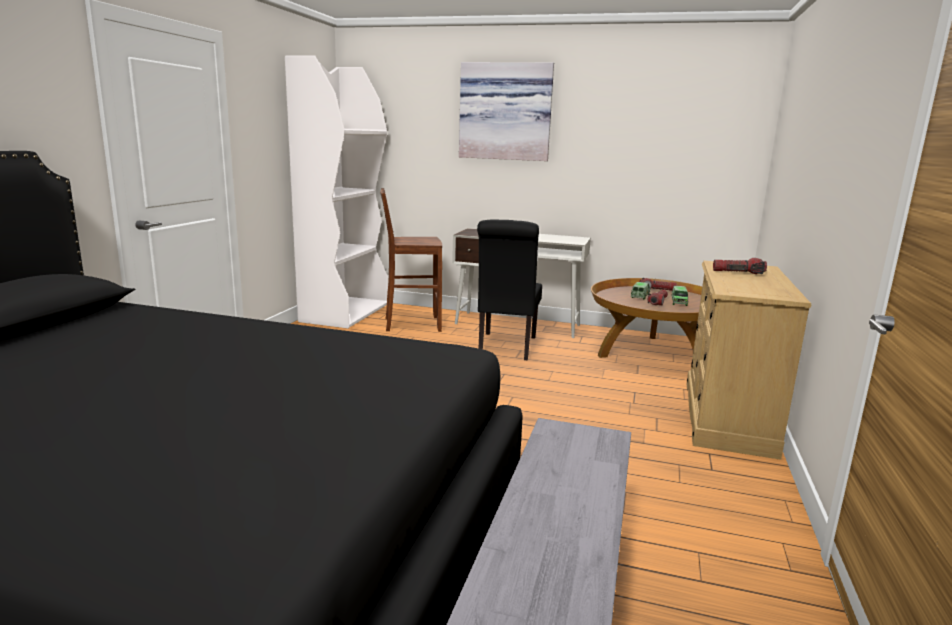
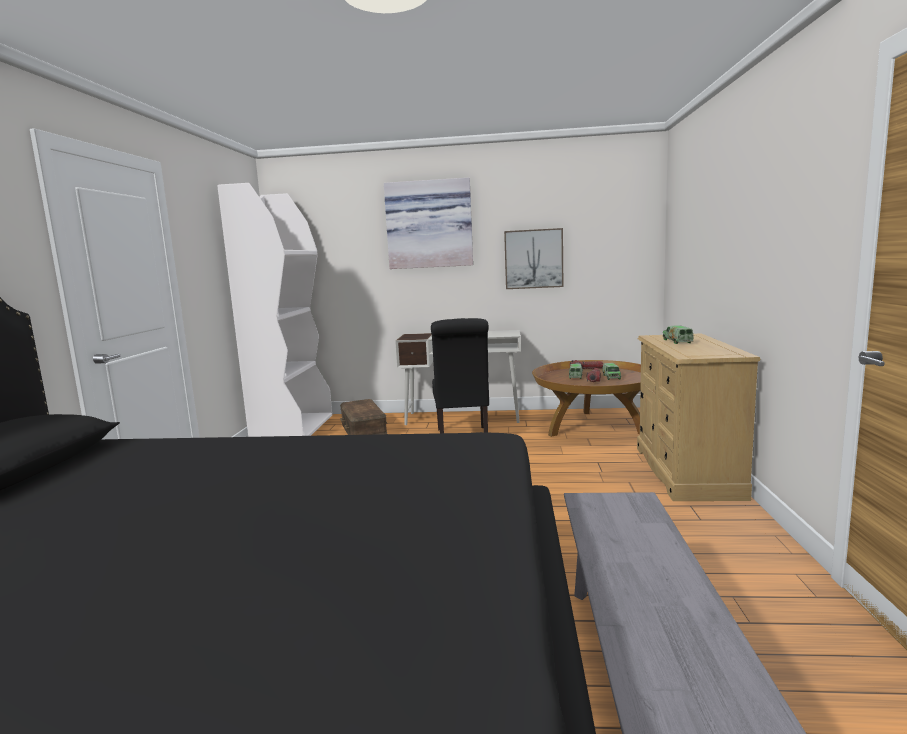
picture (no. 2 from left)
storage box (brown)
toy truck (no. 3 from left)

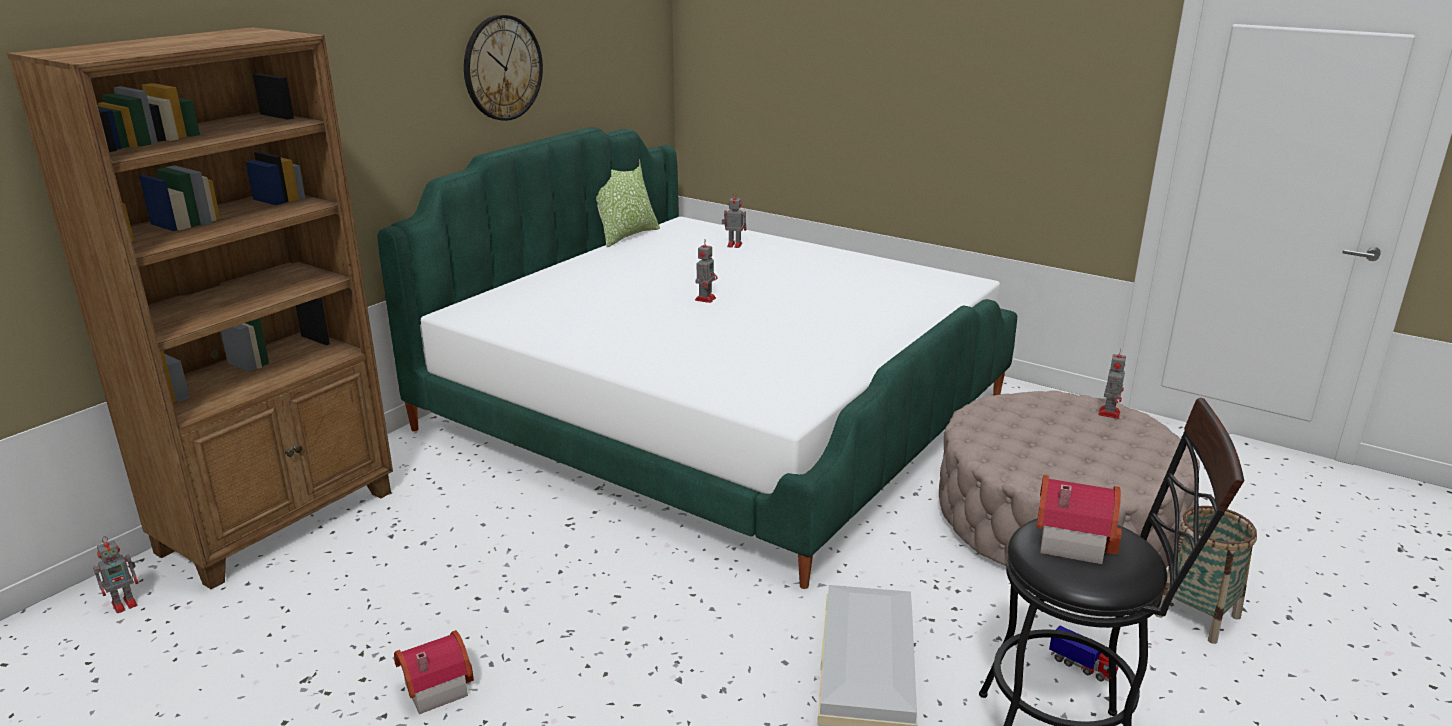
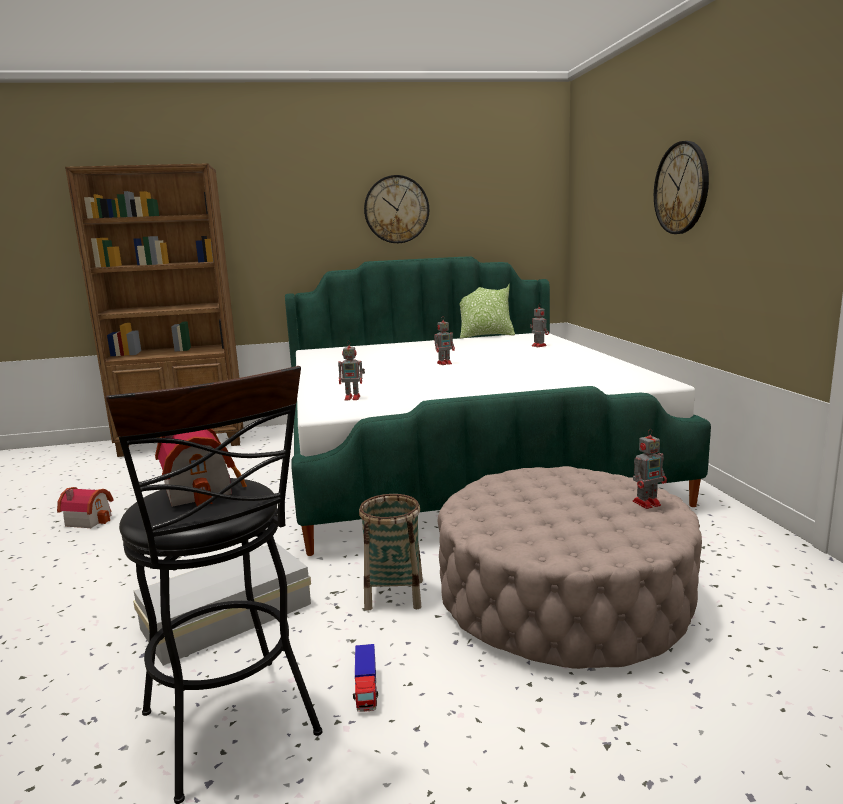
wall clock (no. 2 from left)
toy robot (no. 1 from left)
basket

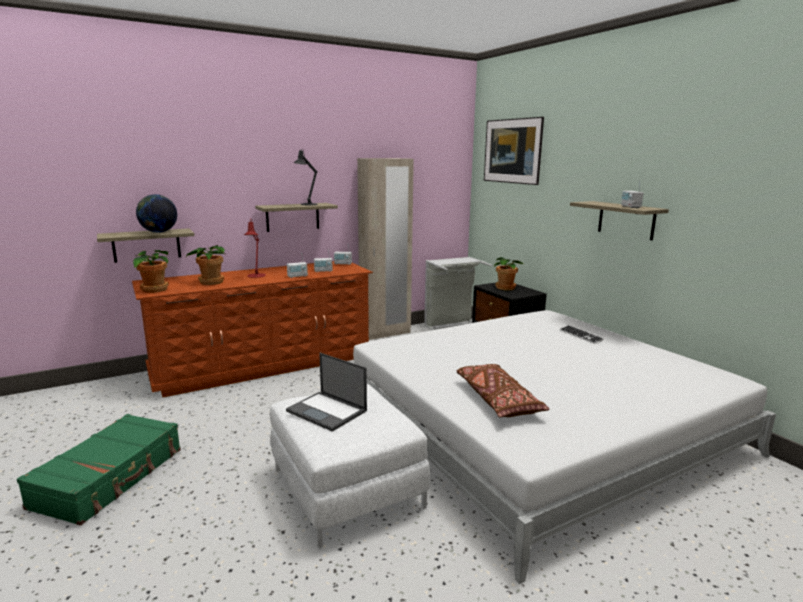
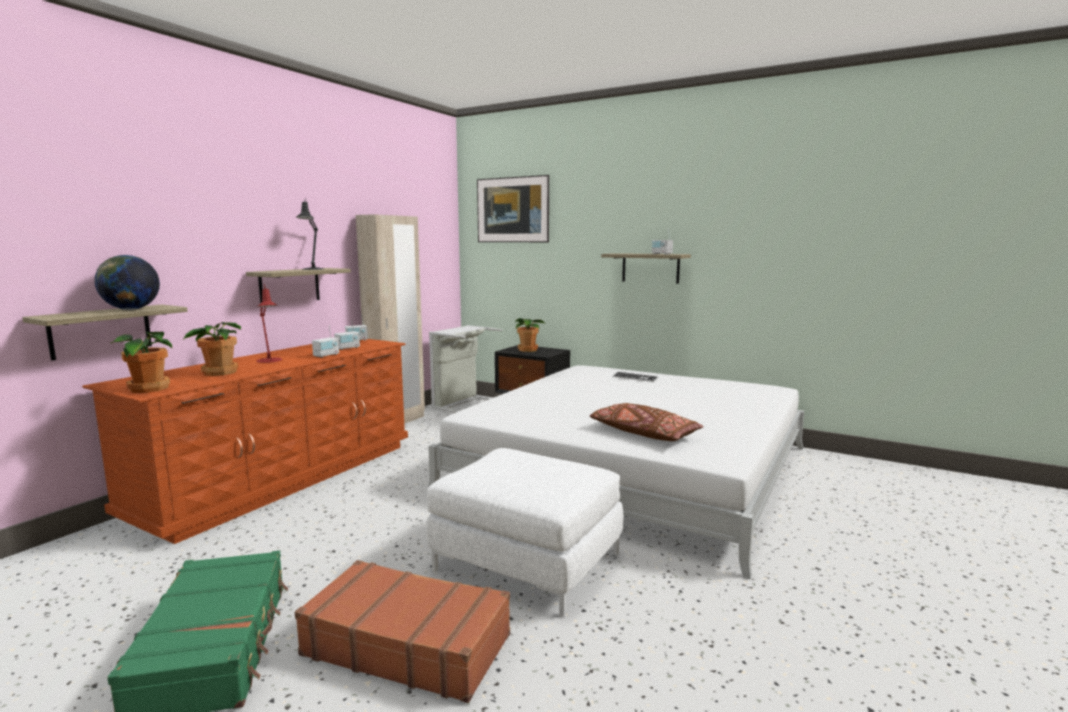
laptop
suitcase (brown)

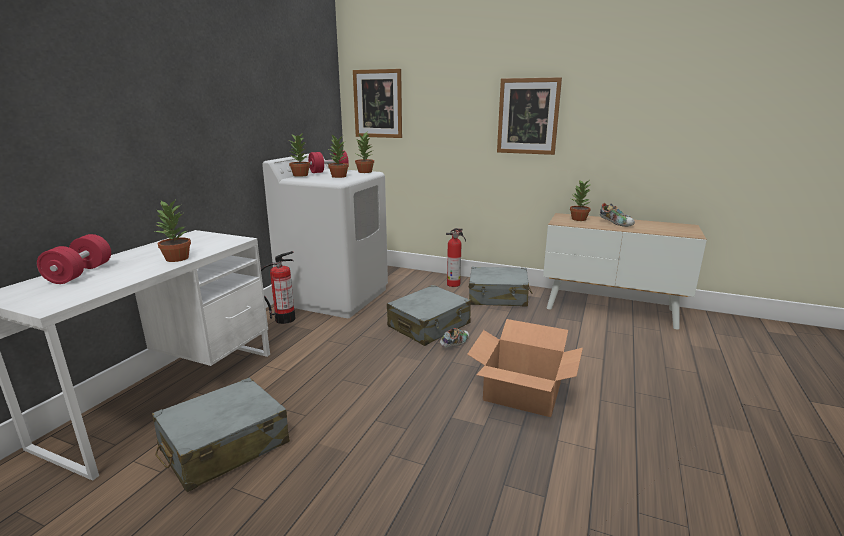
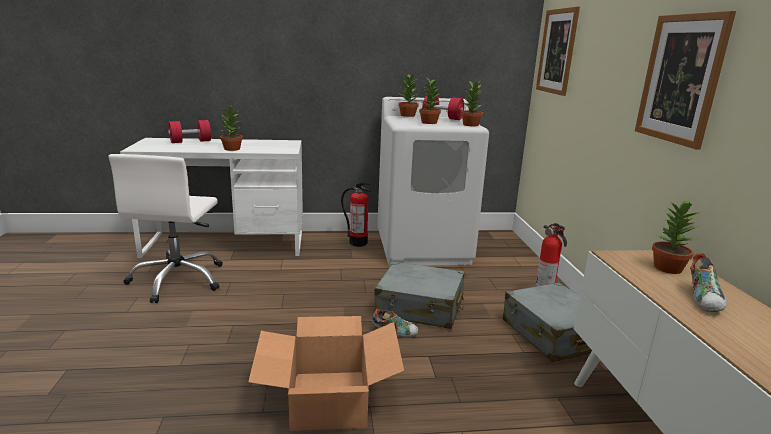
office chair (white)

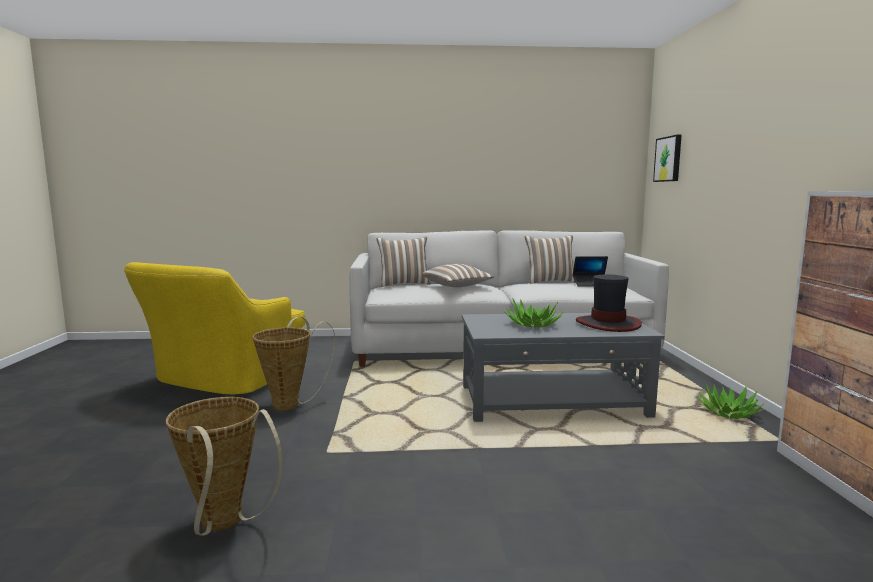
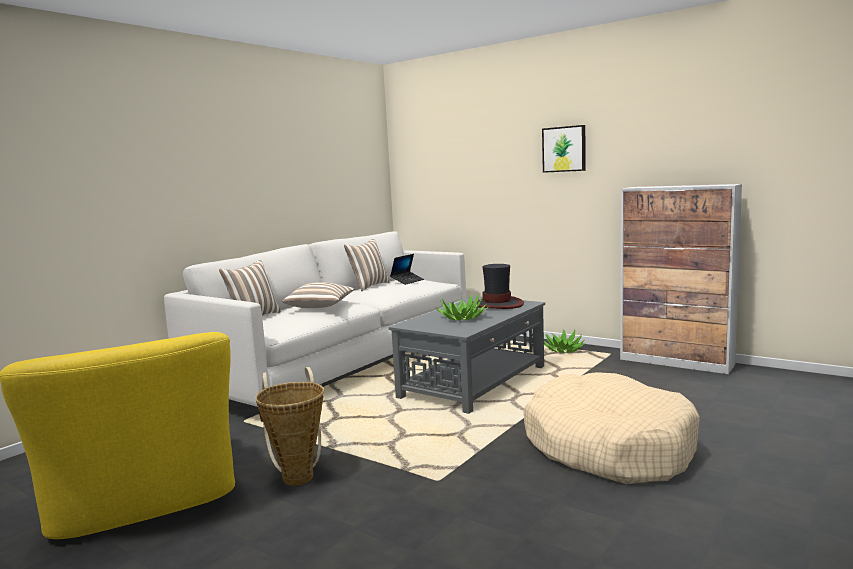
basket (no. 1 from left in the first image)
dog bed (beige)
picture

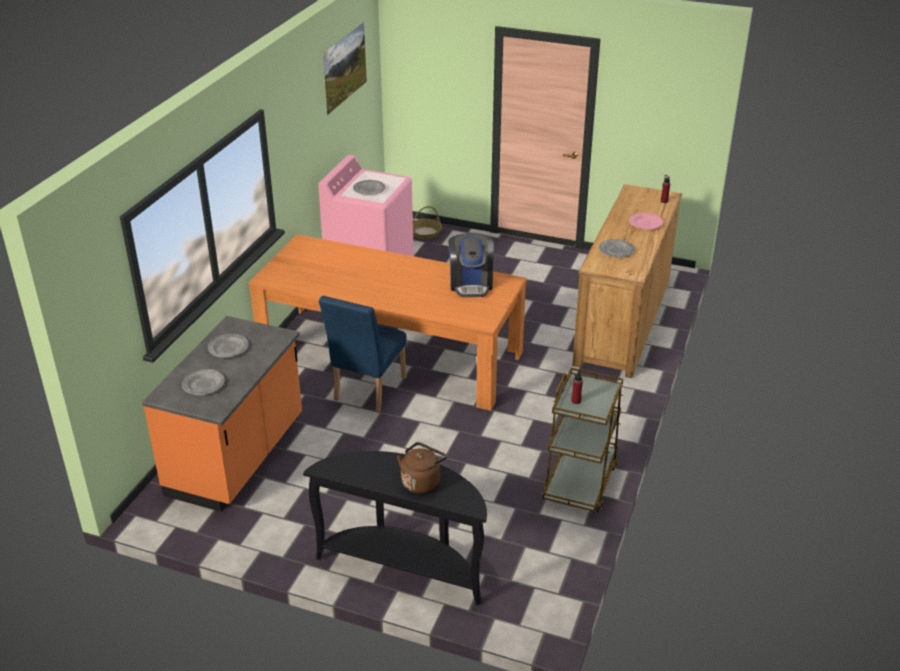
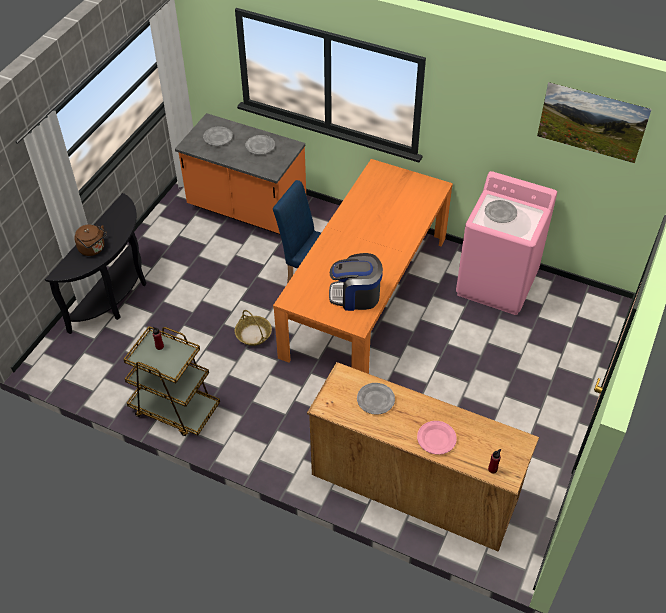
basket

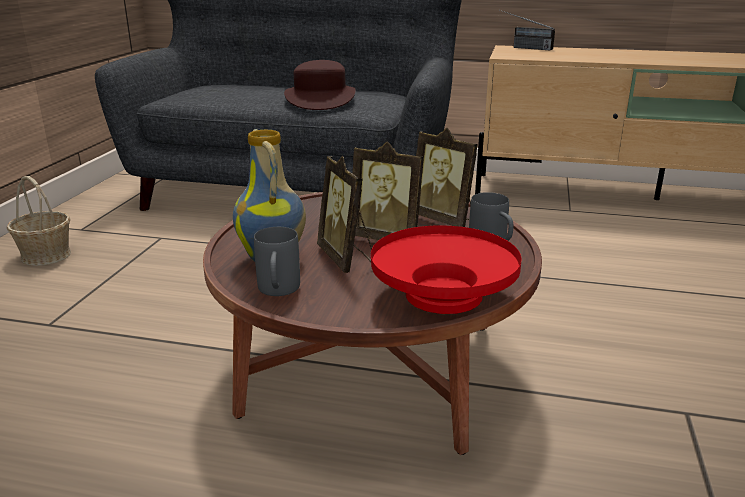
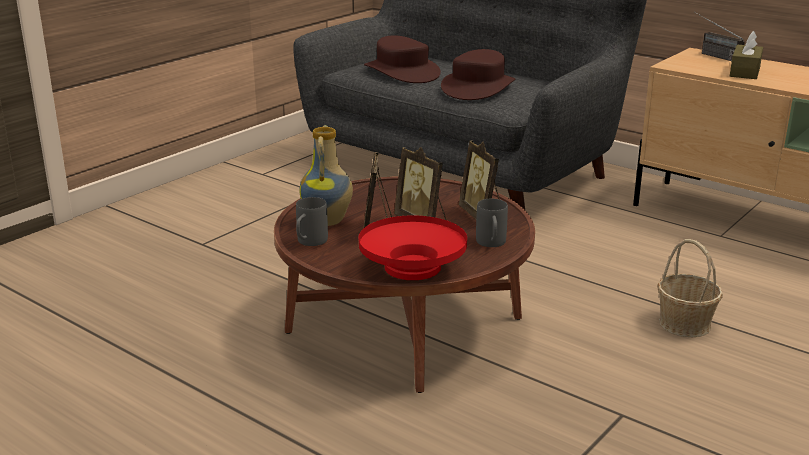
hat (brown) (no. 1 from left)
tissue box (brown)
basket

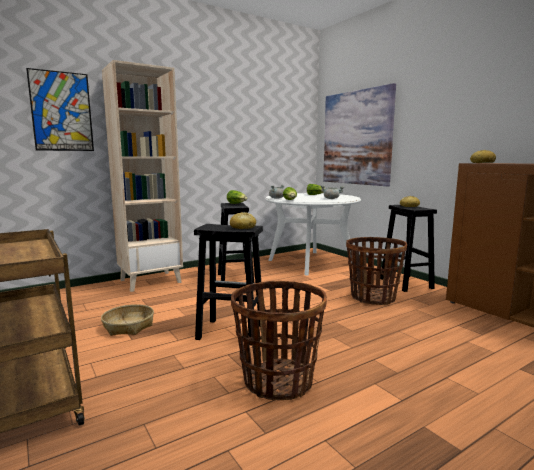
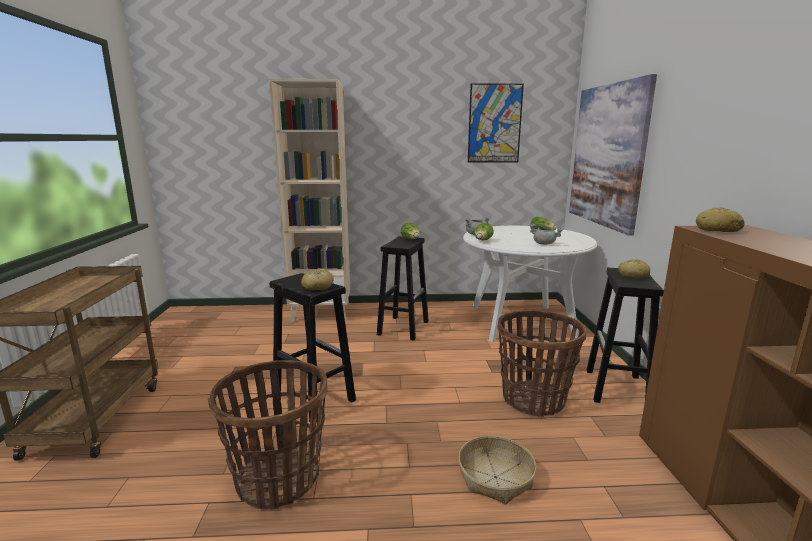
picture (no. 1 from left)
basket (no. 2 from left)

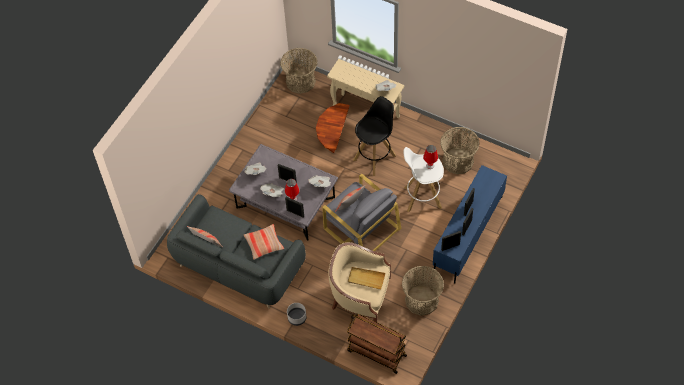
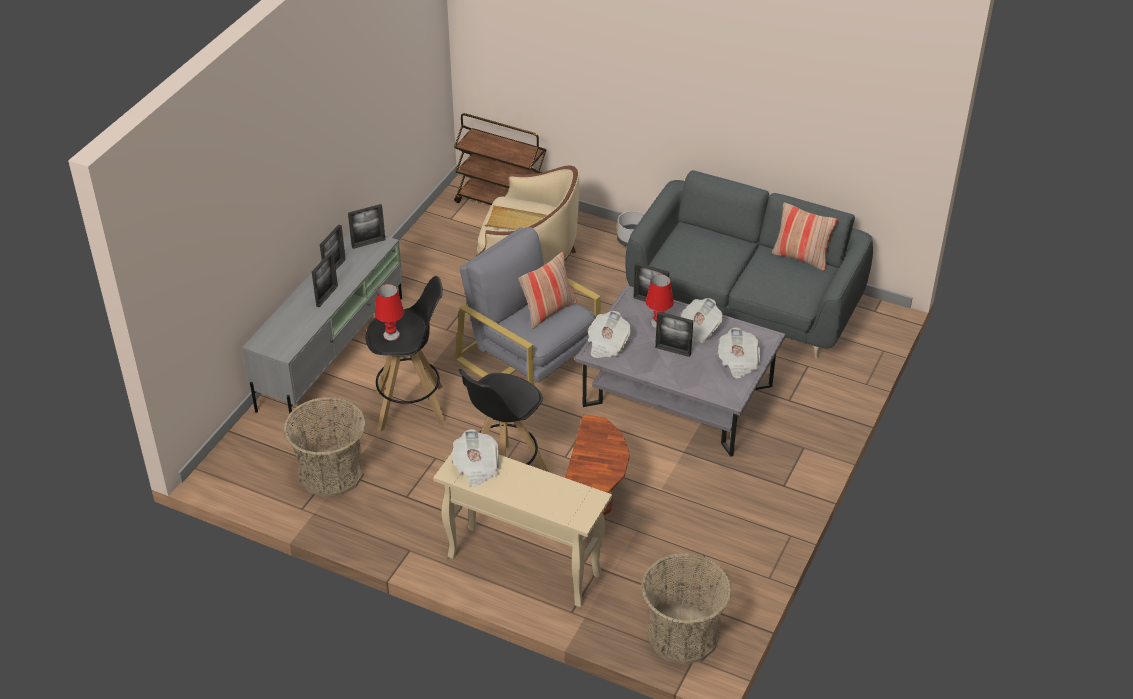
pillow (no. 2 from left in the first image)
basket (no. 2 from left in the first image)
stool (black) (no. 1 from left)
tv stand (grey)

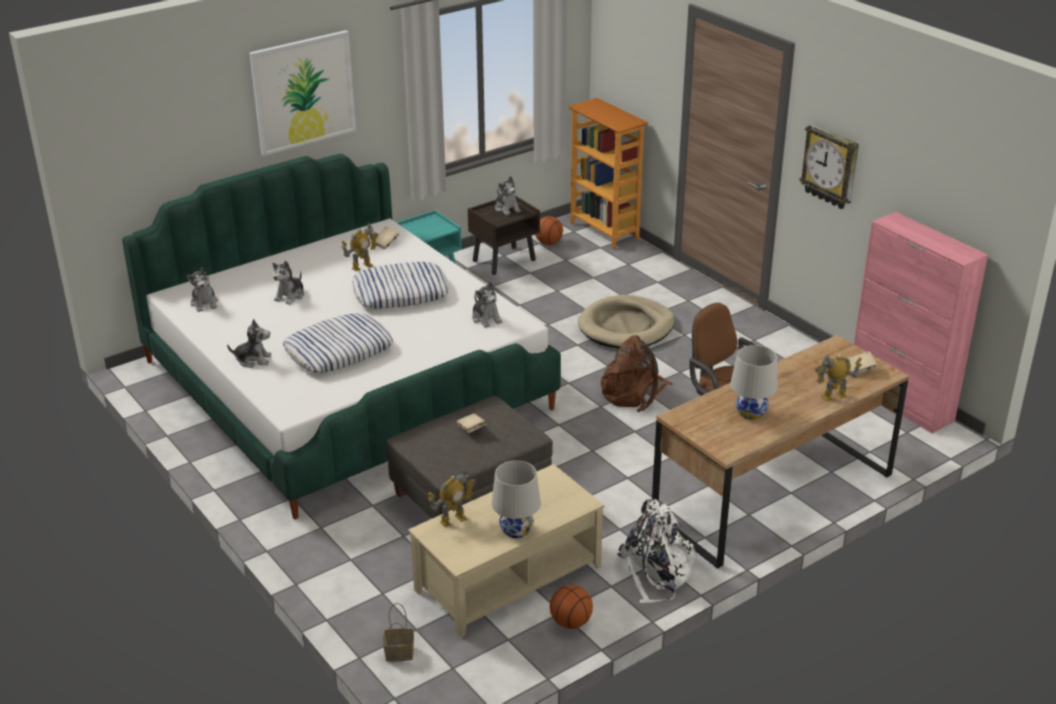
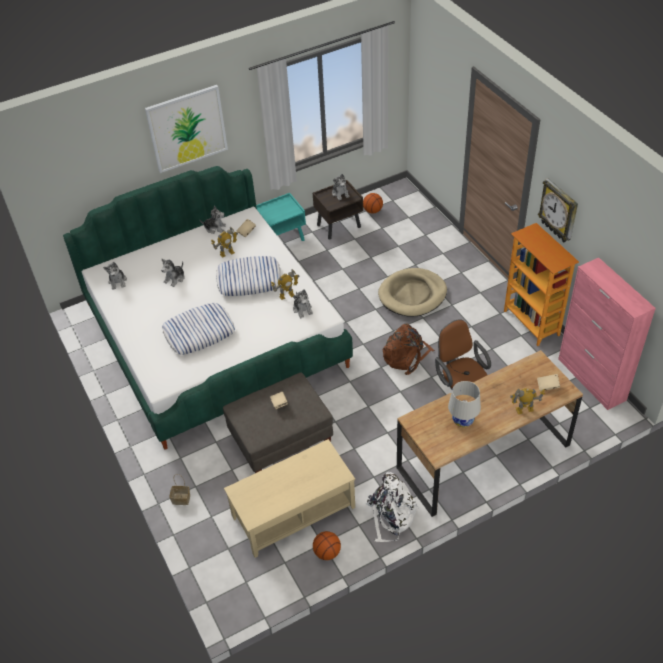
table lamp (white) (no. 1 from left in the first image)
plush toy (no. 3 from left)
basket
toy robot (no. 2 from left)
bookcase

